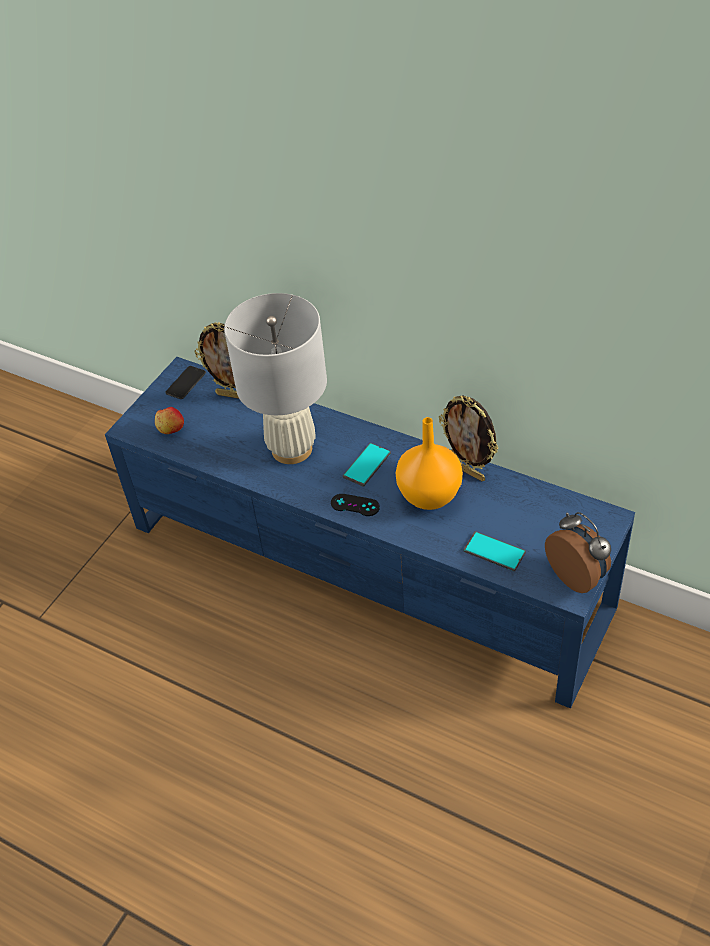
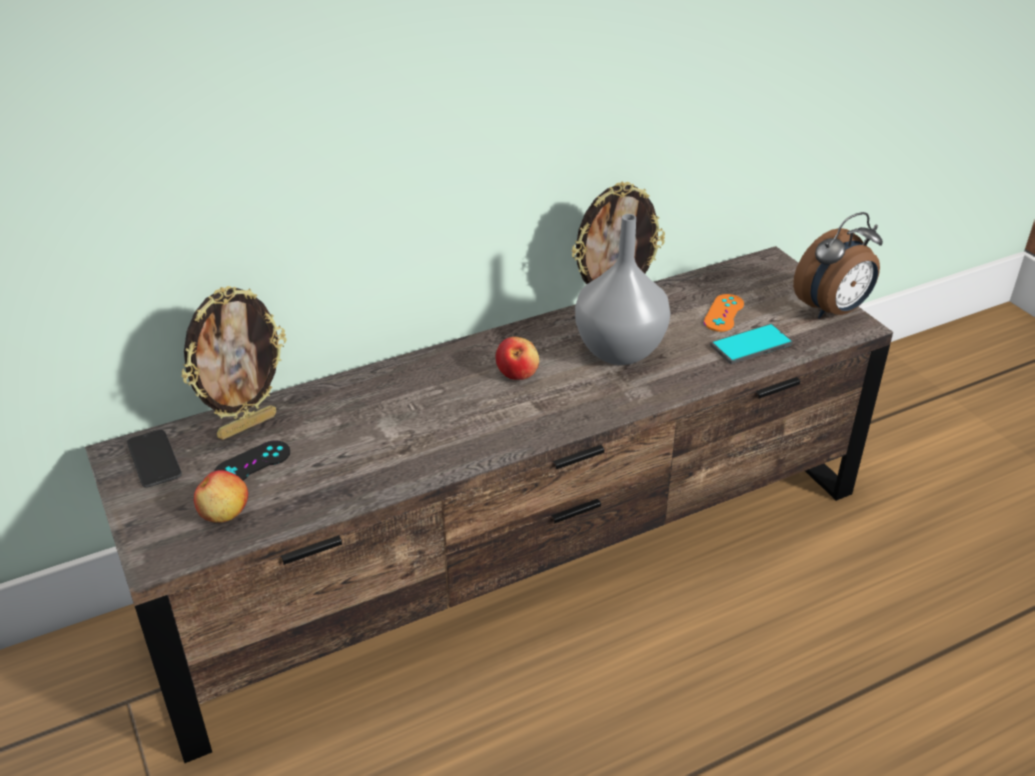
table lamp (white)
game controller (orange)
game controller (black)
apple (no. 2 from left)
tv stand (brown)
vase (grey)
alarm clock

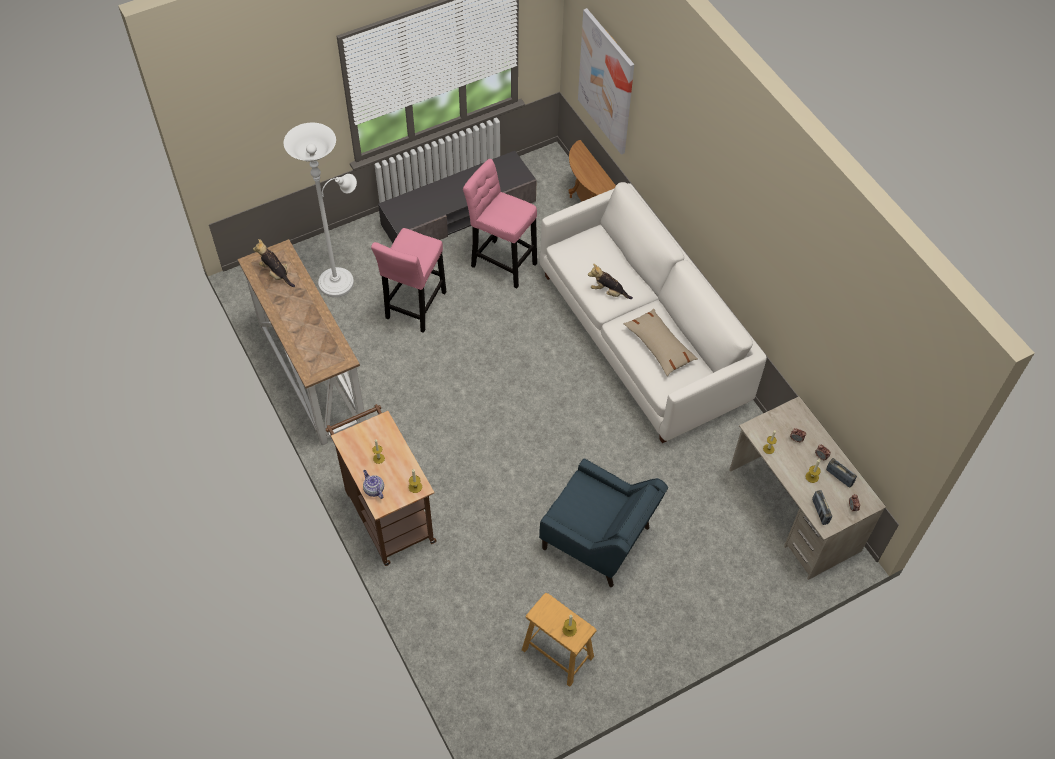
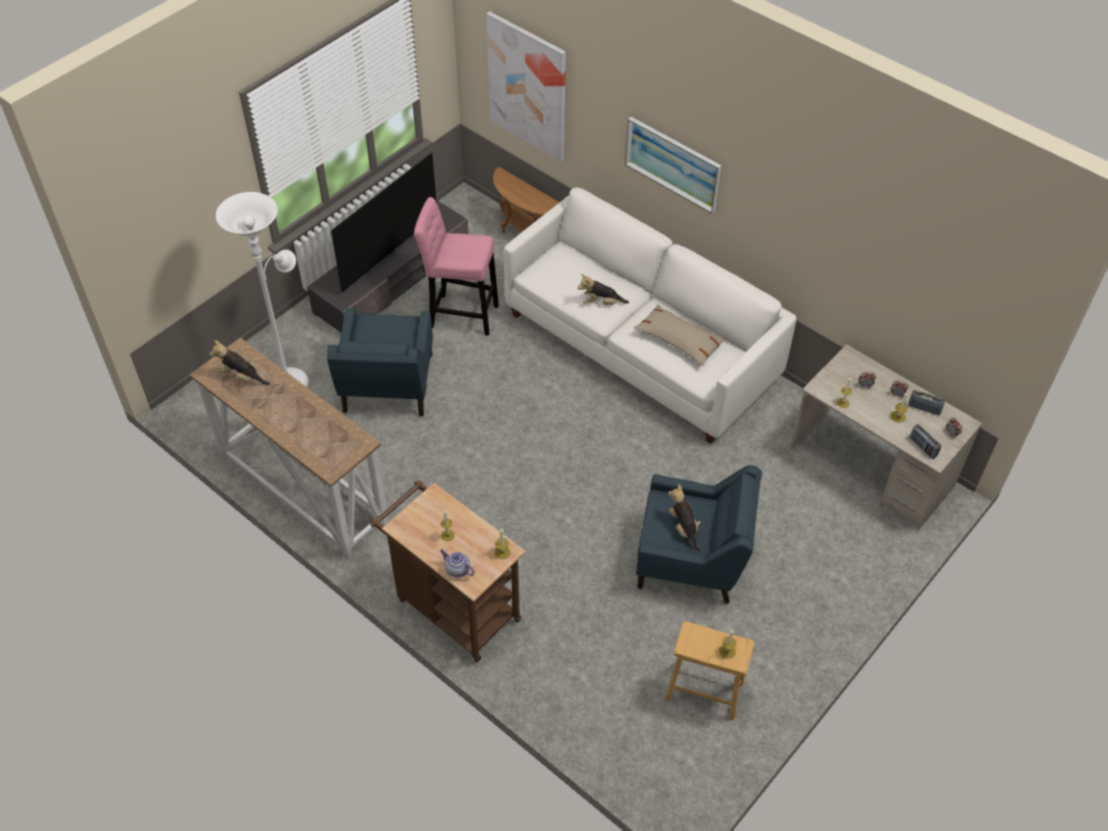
television
picture (no. 2 from left)
plush toy (no. 3 from left)
armchair (blue) (no. 1 from left)

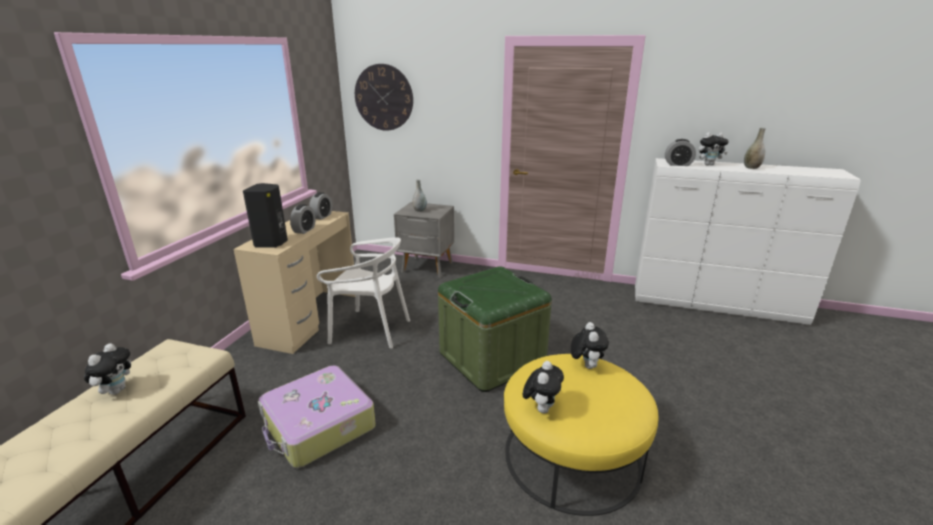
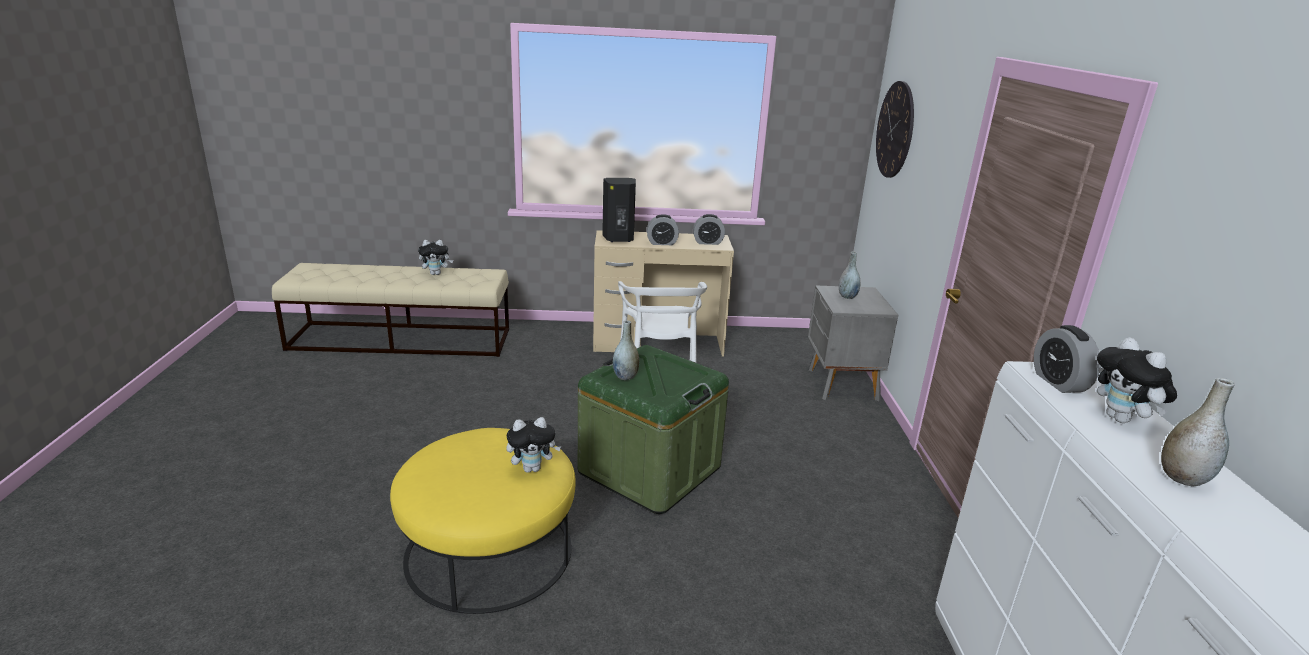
suitcase
plush toy (no. 2 from left in the first image)
vase (grey) (no. 1 from left)

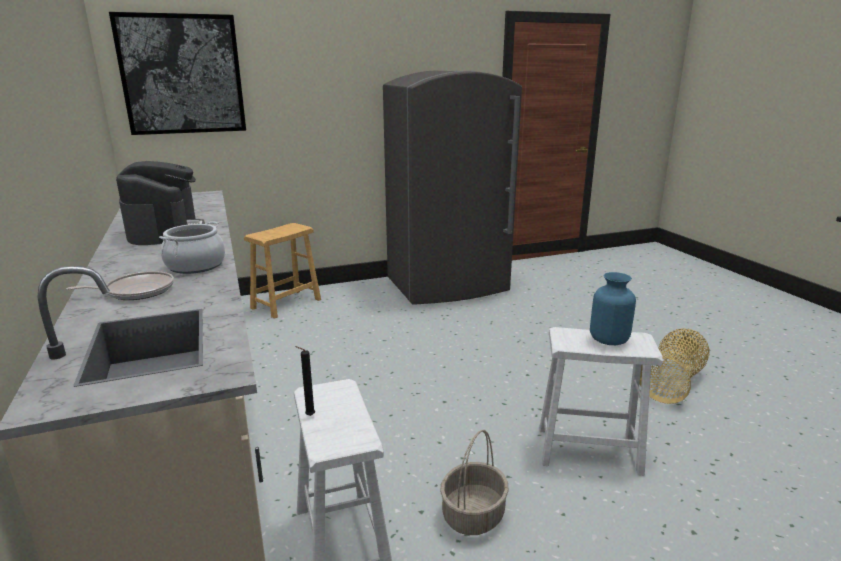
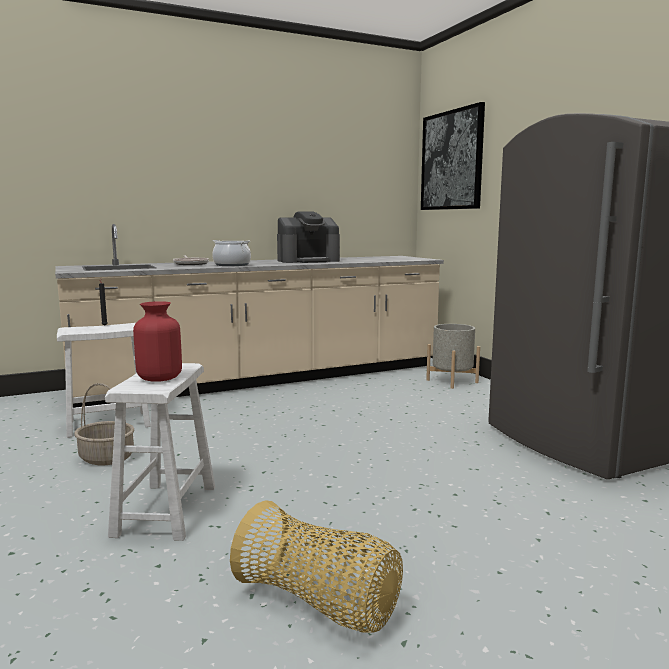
planter (grey)
vase (red)

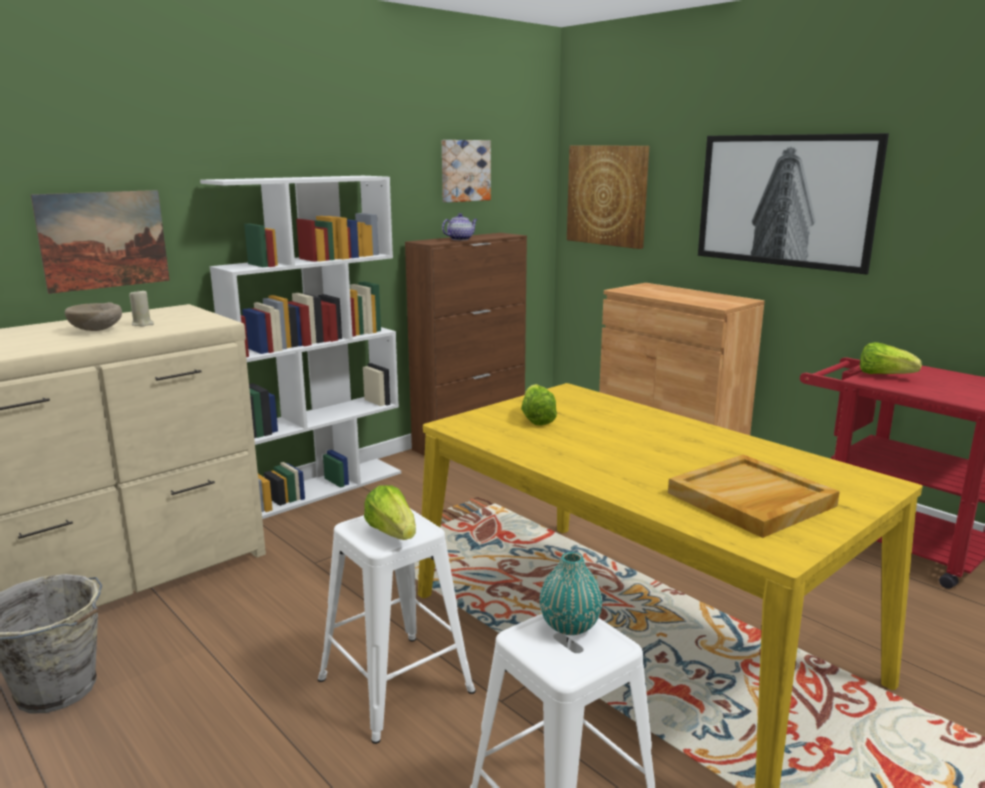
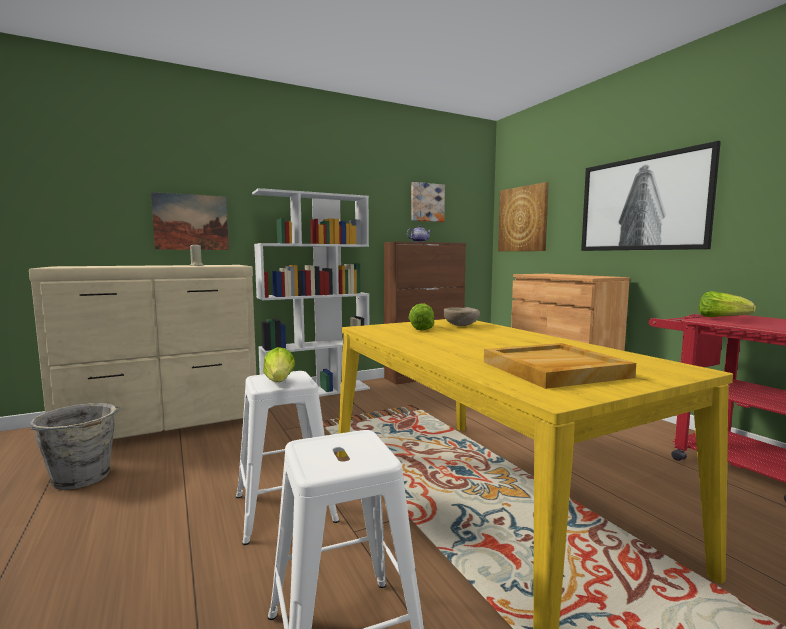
vase (turquoise)
bowl (beige)

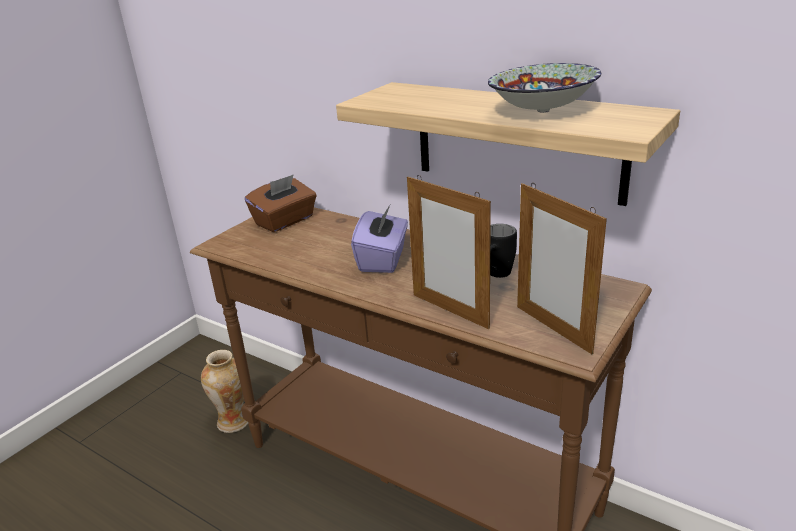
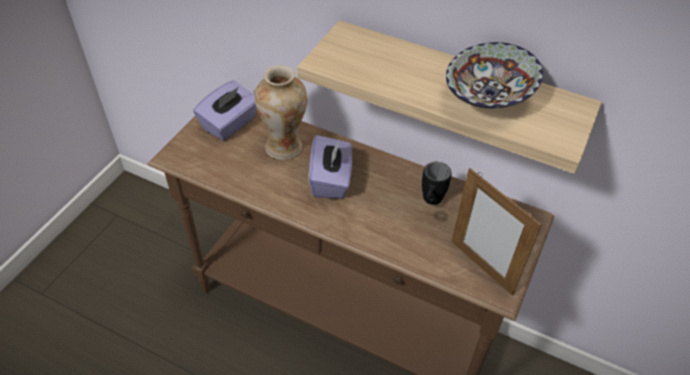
picture frame (no. 1 from left in the first image)
vase
tissue box (purple) (no. 1 from left)

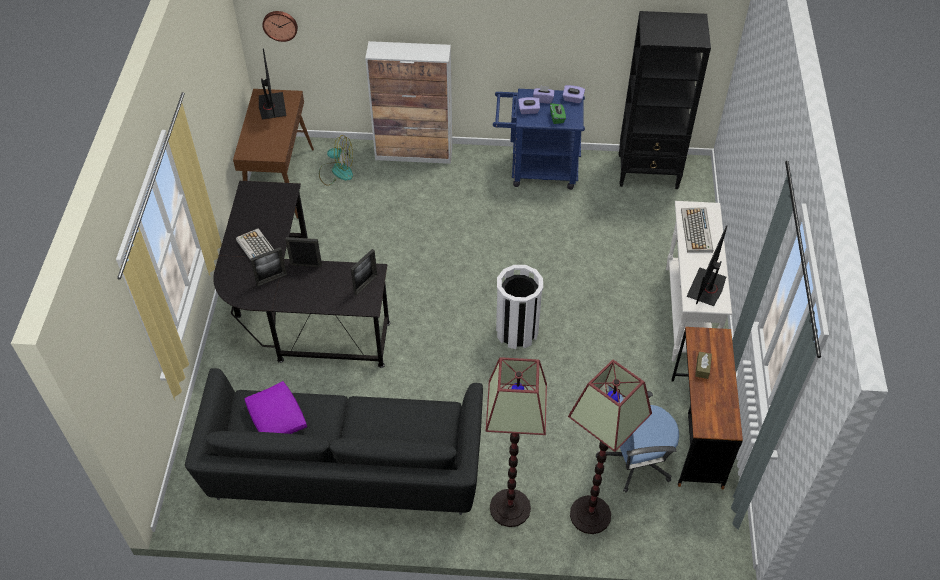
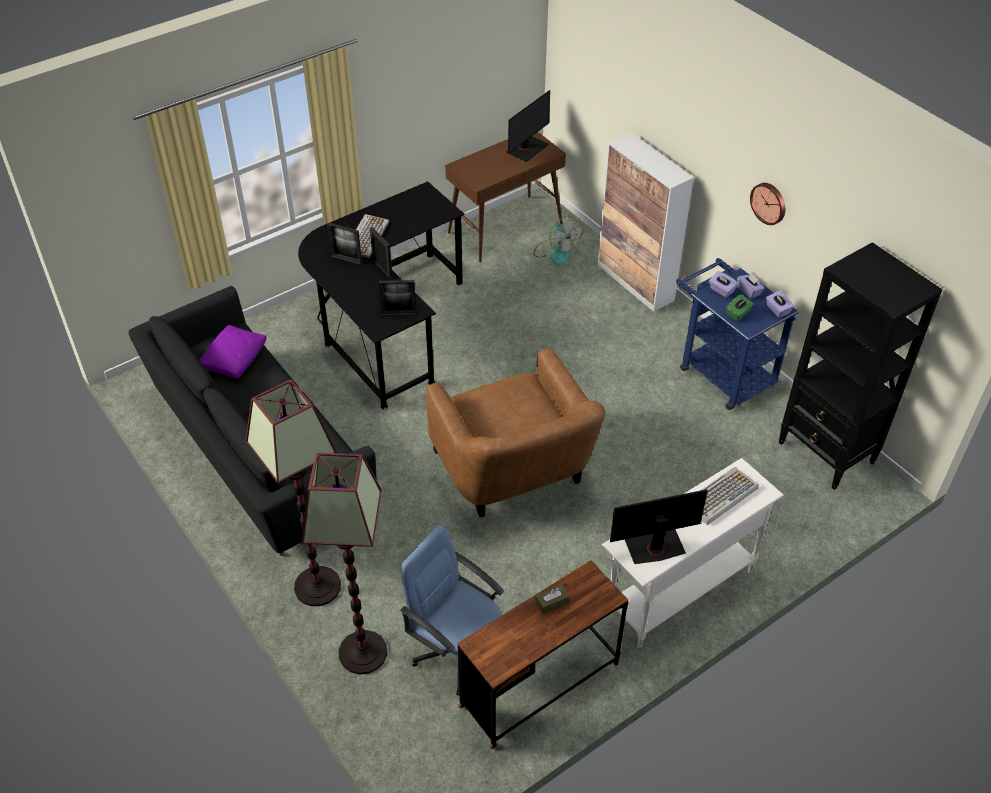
wall clock
armchair (brown)

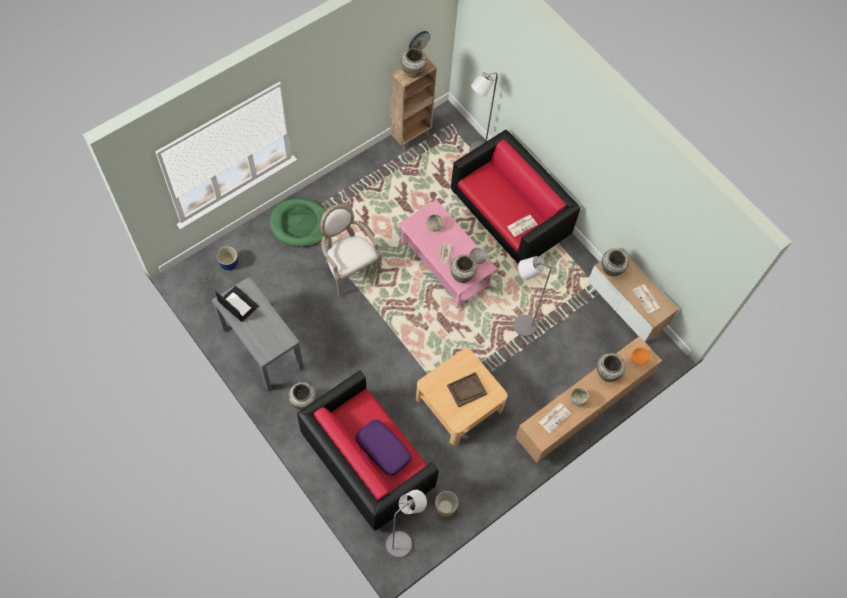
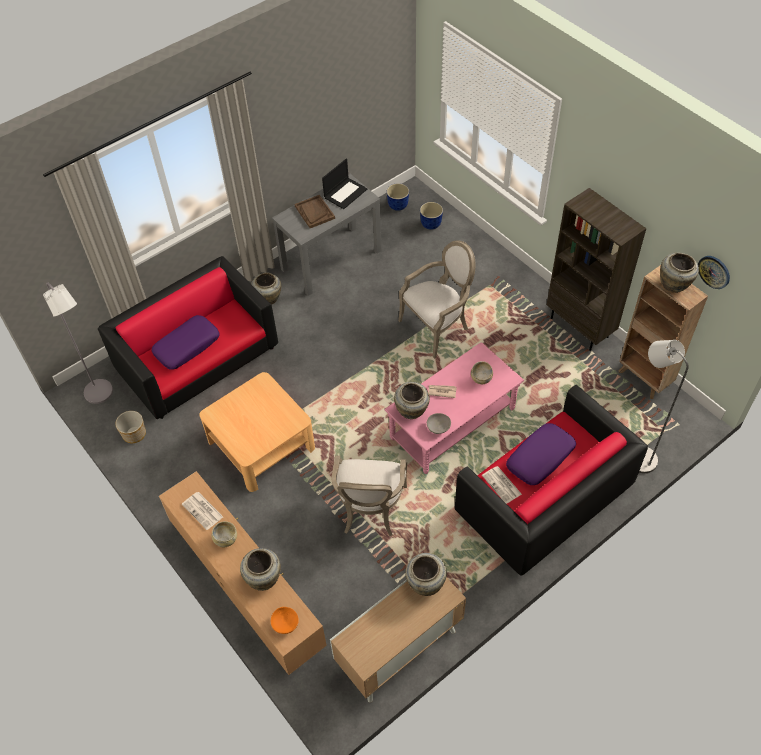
dog bed (green)
newspaper (no. 4 from left in the first image)
planter (no. 2 from left)
pillow (purple) (no. 2 from left)
bookcase (brown) (no. 1 from left)
tray (brown)
armchair (no. 1 from left)

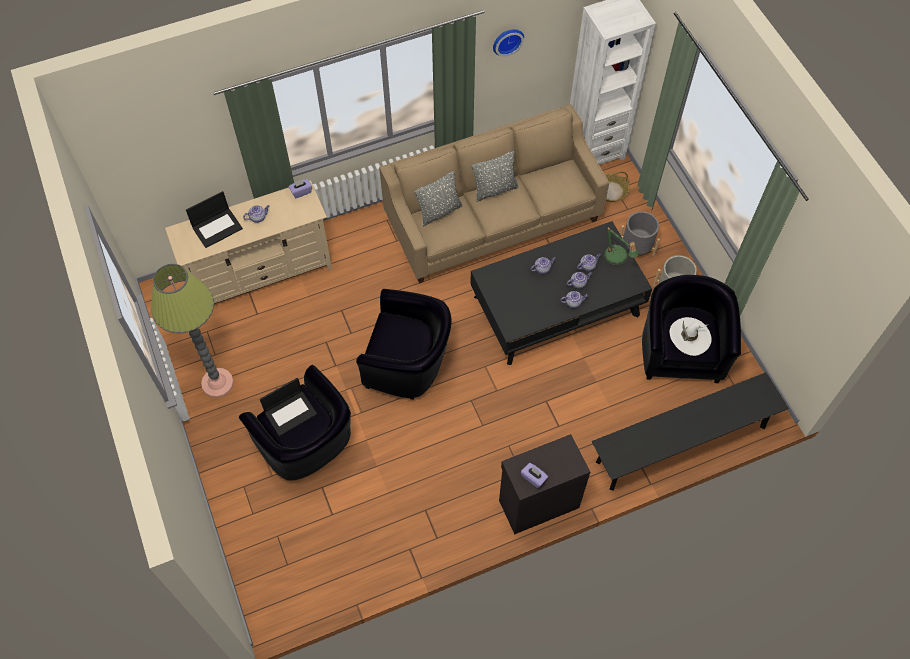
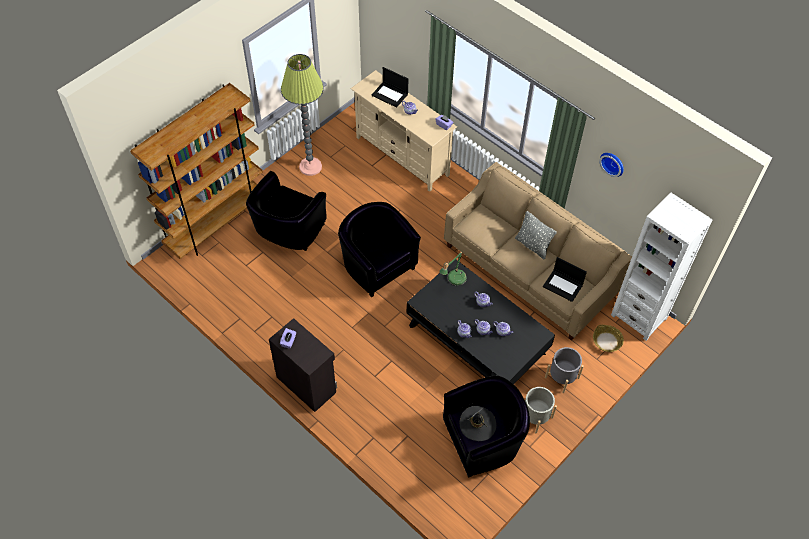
pillow (grey) (no. 1 from left in the first image)
bench (black)
bookcase (brown)
laptop (no. 2 from left)
table lamp
hat (black)
armchair (black) (no. 2 from left)

